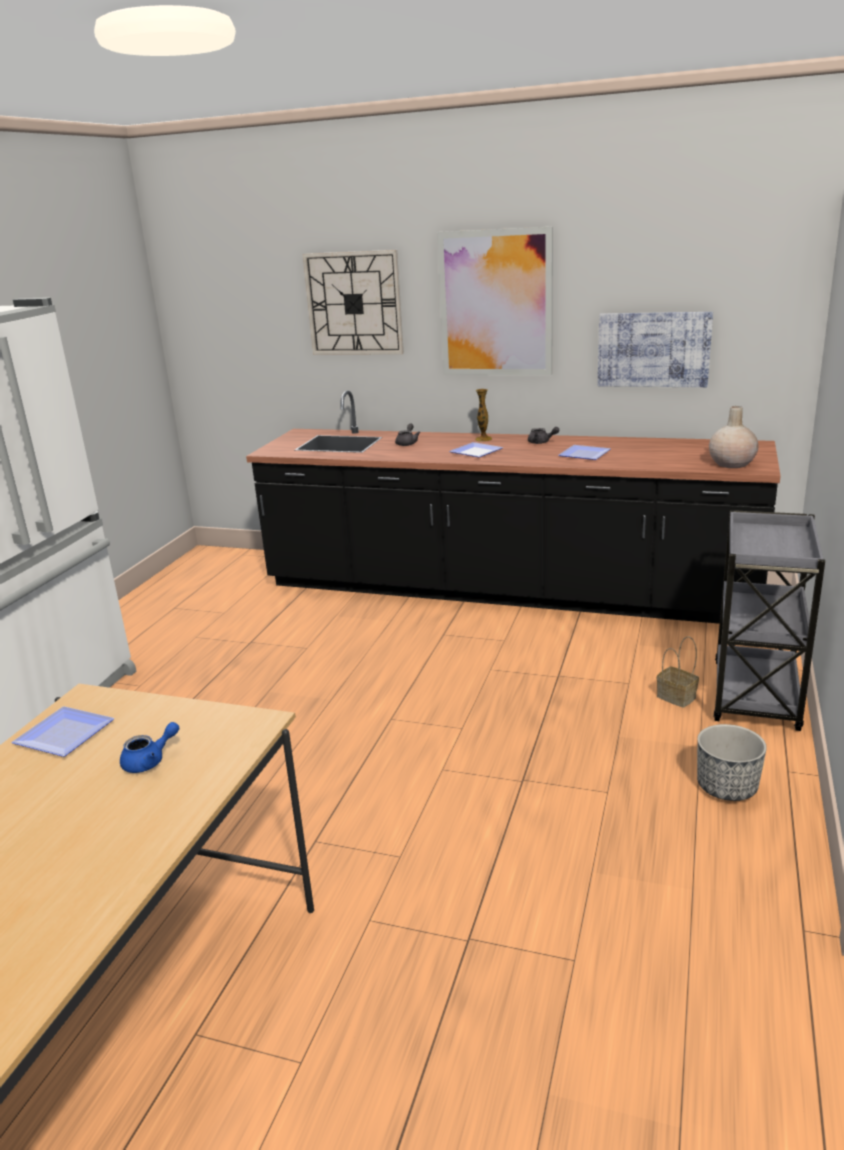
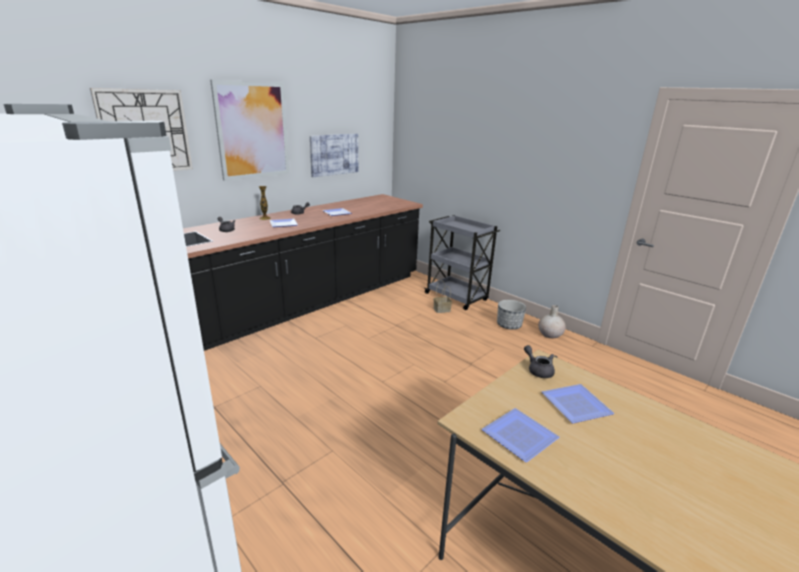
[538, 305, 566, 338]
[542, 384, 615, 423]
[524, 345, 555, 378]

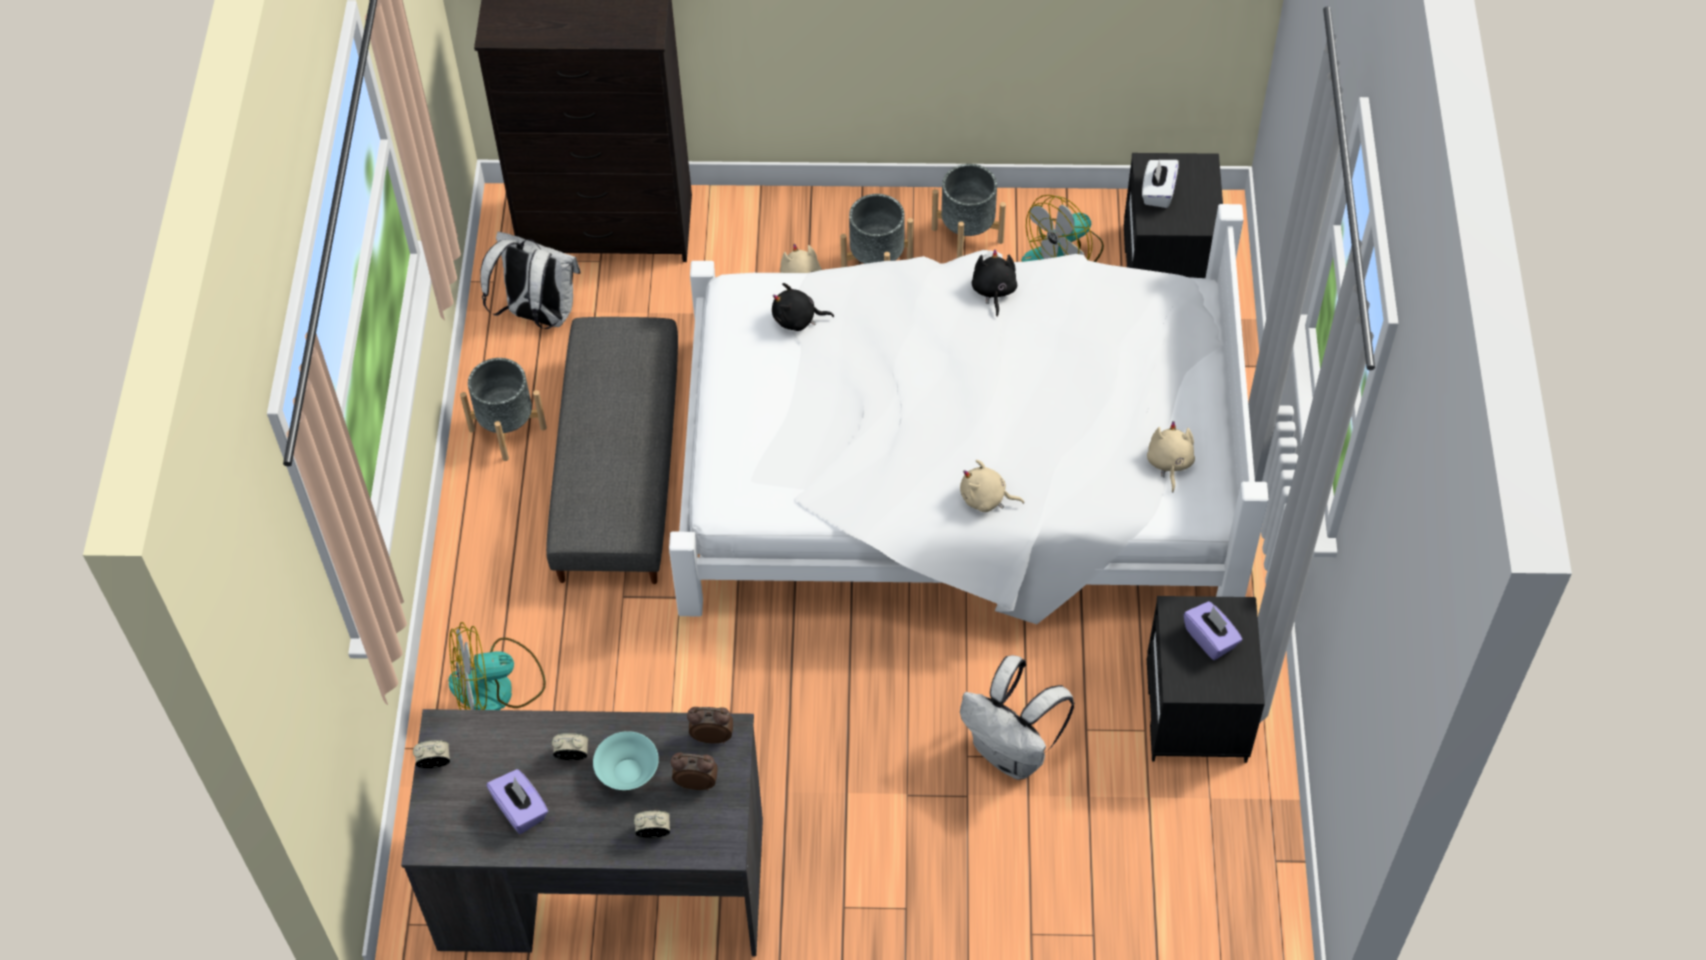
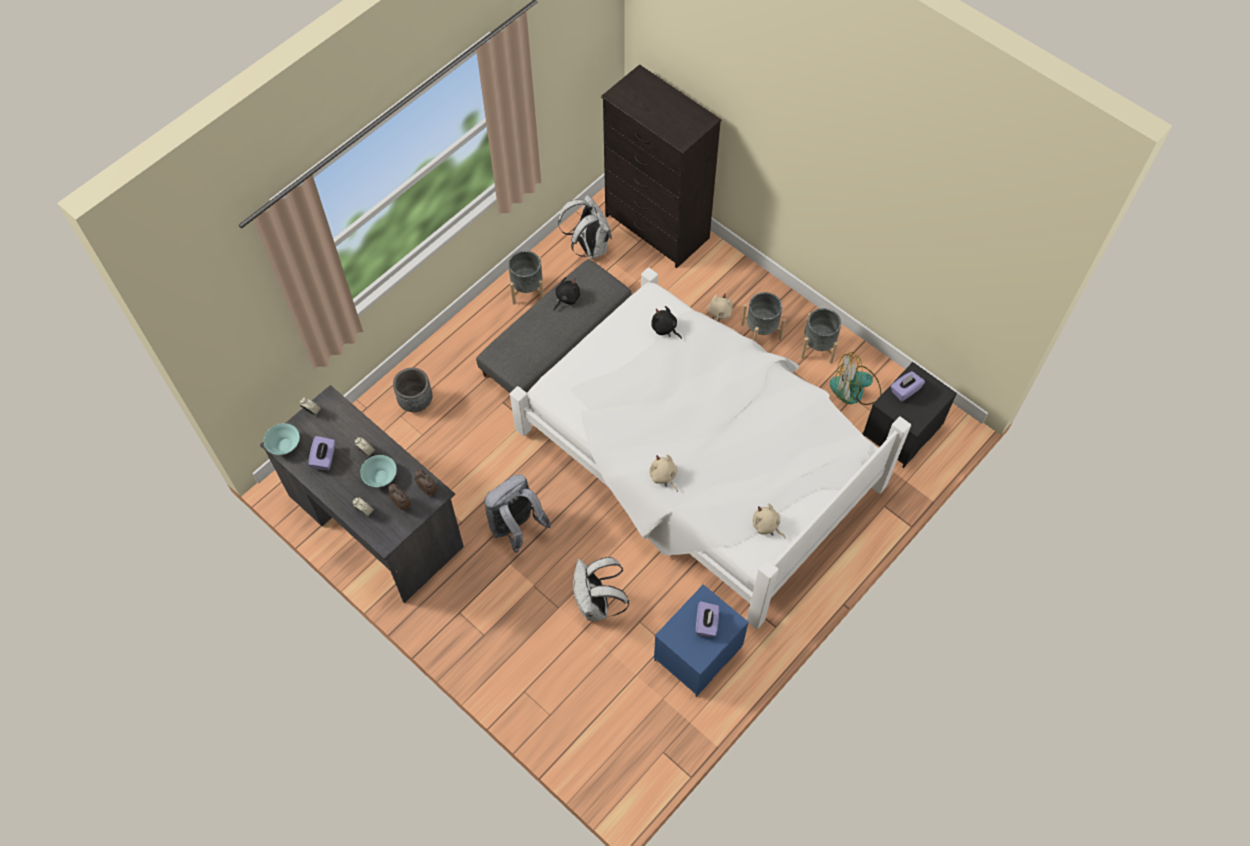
[890, 371, 925, 402]
[554, 277, 580, 310]
[753, 503, 786, 539]
[654, 584, 748, 697]
[393, 367, 432, 412]
[264, 423, 300, 455]
[484, 475, 551, 553]

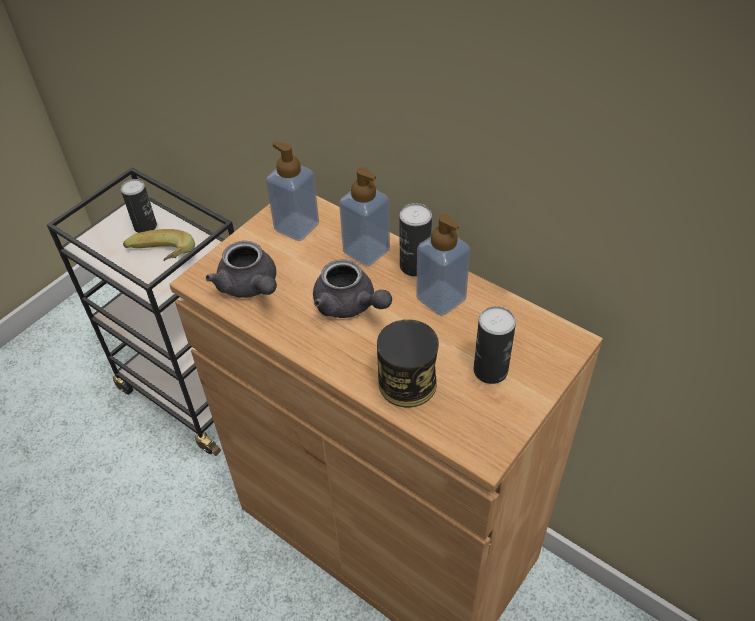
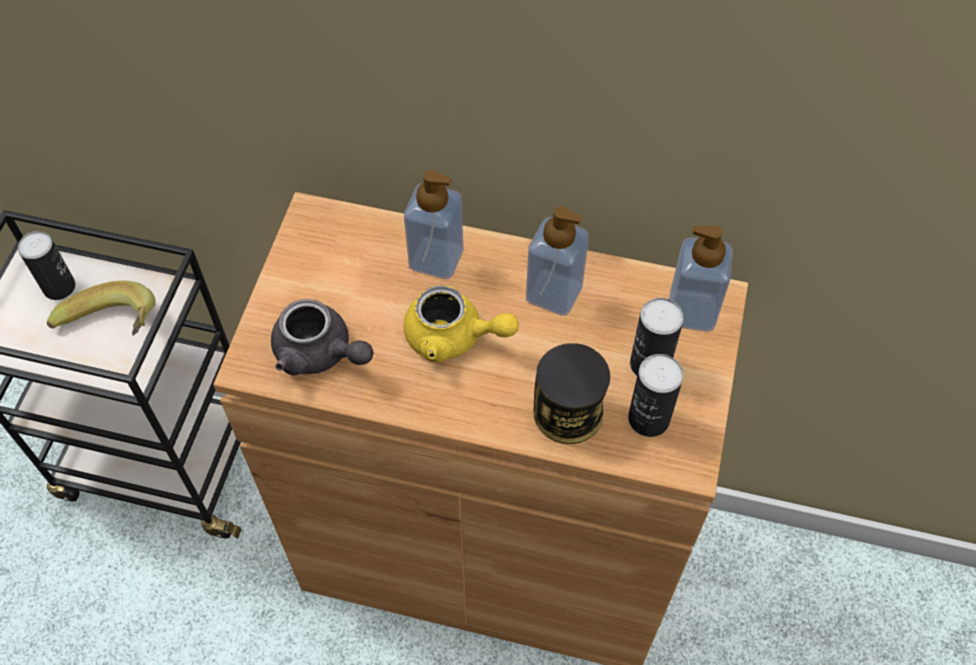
[669, 225, 733, 332]
[628, 354, 684, 437]
[404, 285, 519, 363]

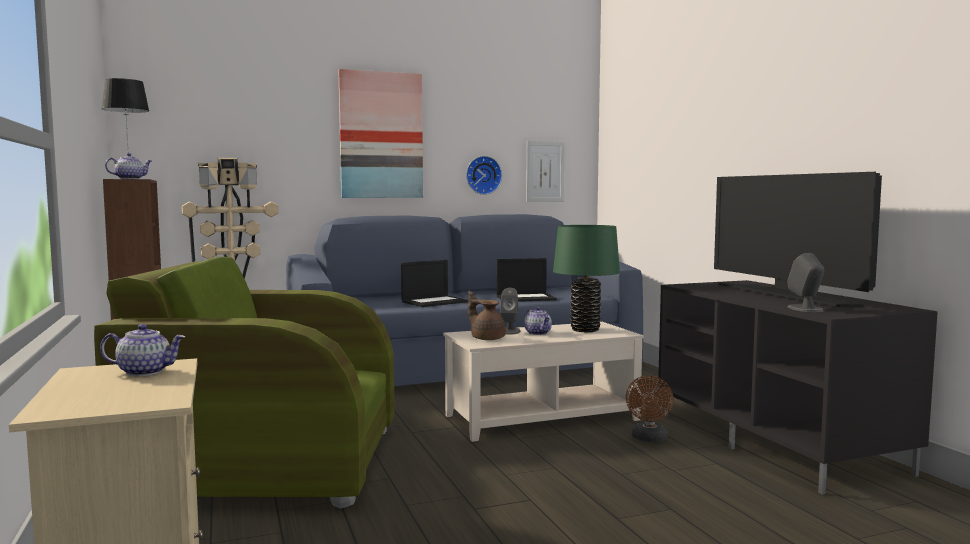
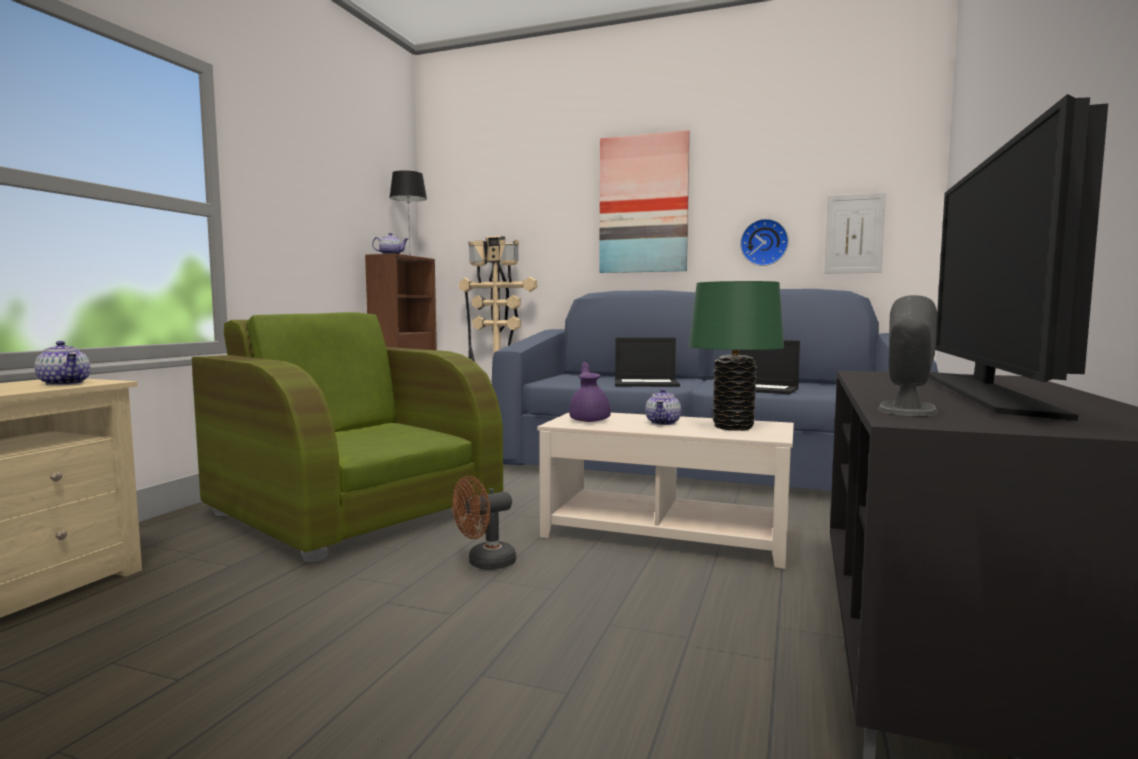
[500, 288, 520, 335] (first image)
[569, 362, 611, 422]
[452, 476, 516, 570]

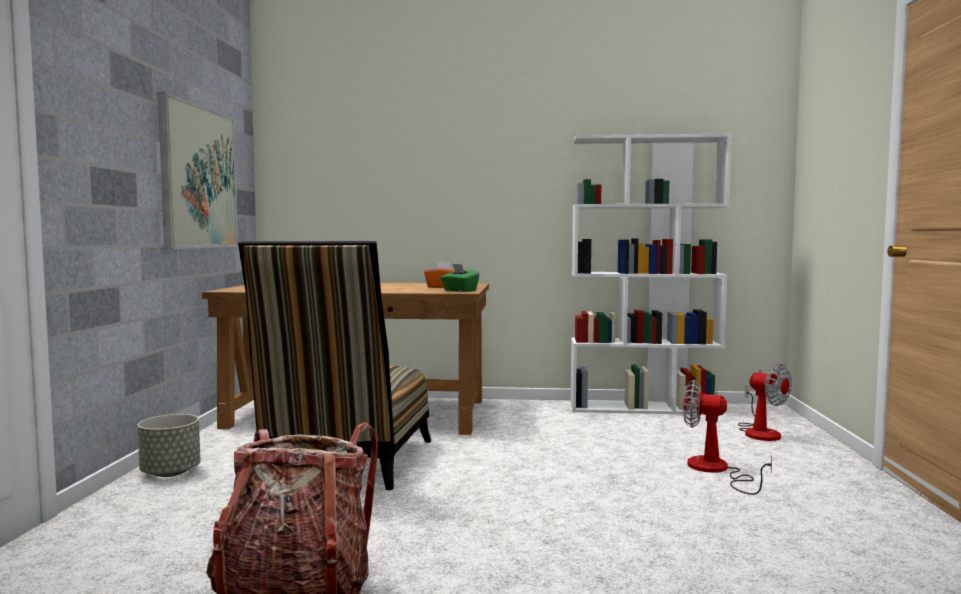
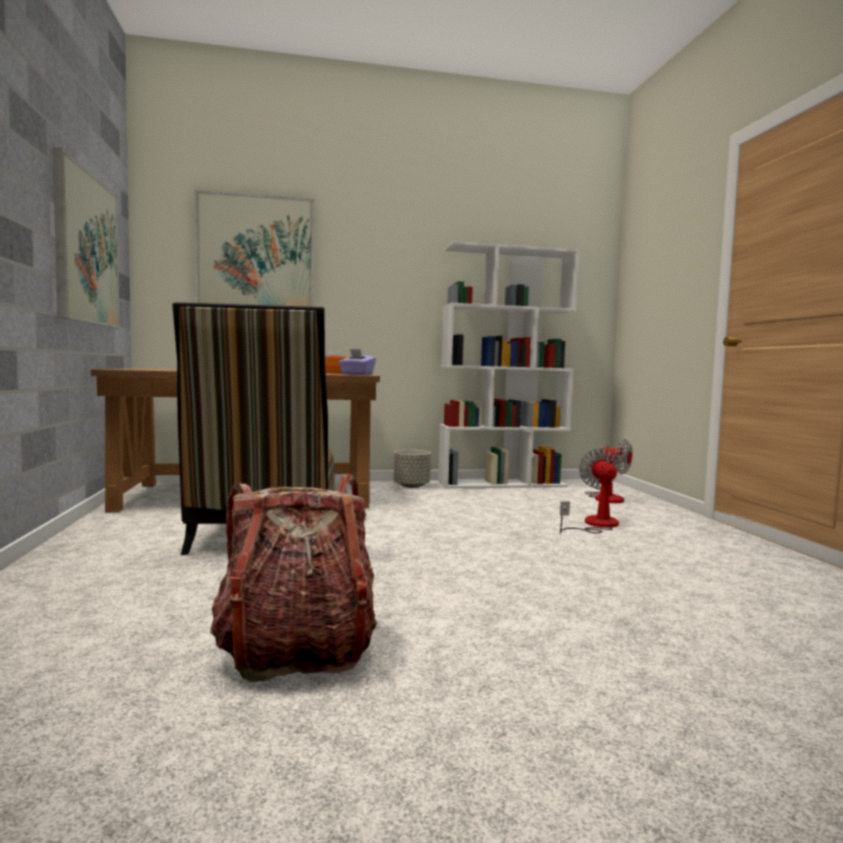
[339, 349, 376, 375]
[560, 448, 619, 533]
[394, 450, 431, 488]
[195, 190, 314, 307]

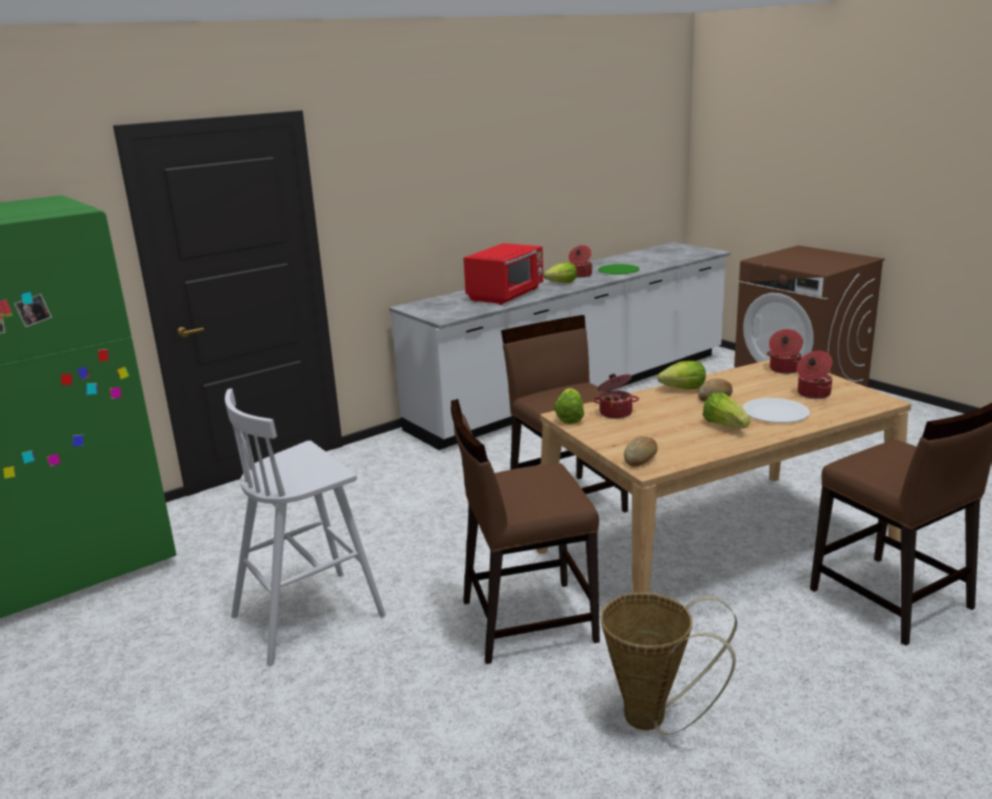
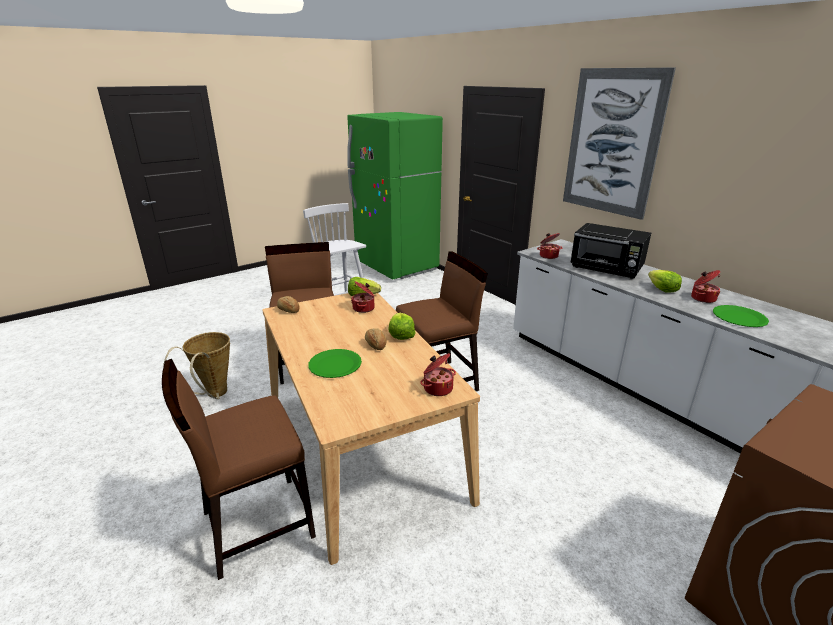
[570, 223, 651, 279]
[537, 233, 562, 259]
[703, 393, 750, 428] (first image)
[308, 349, 362, 378]
[563, 68, 676, 220]

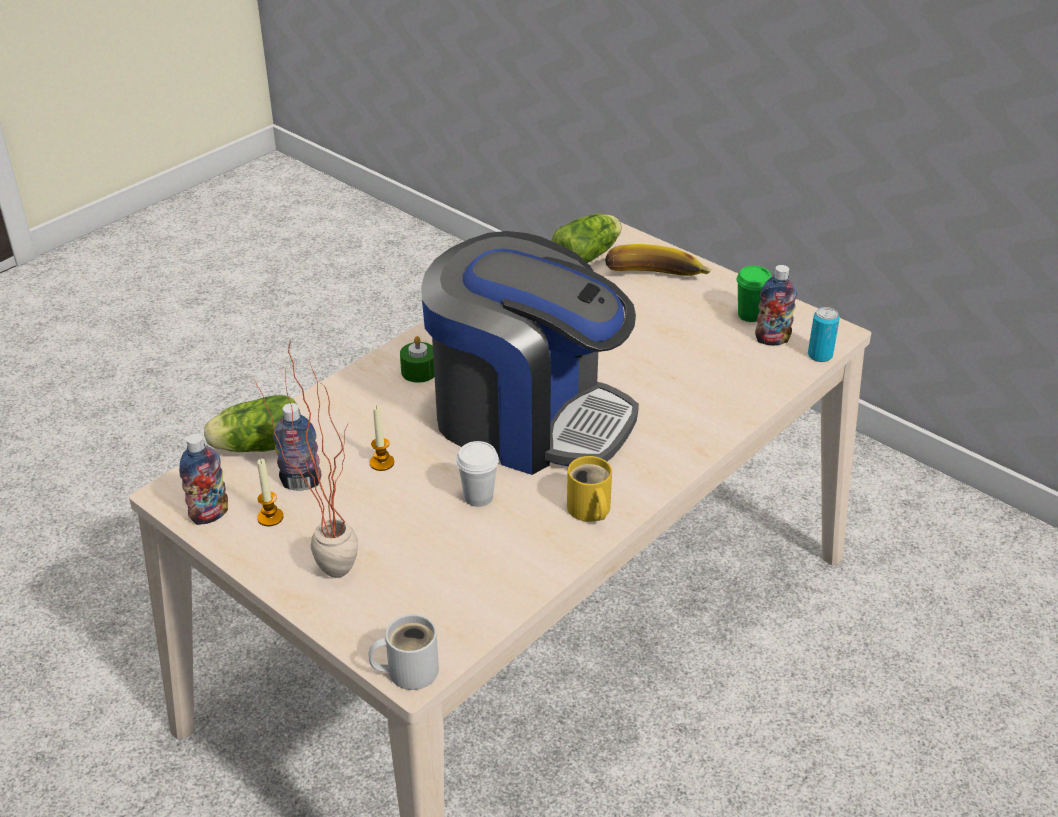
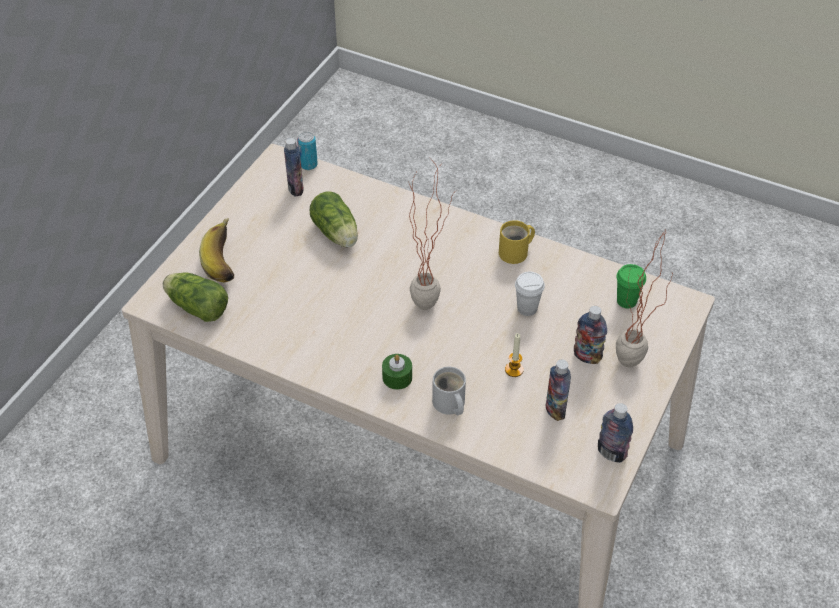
[409, 158, 457, 310]
[616, 264, 646, 308]
[310, 191, 358, 247]
[257, 459, 283, 526] (first image)
[432, 367, 466, 415]
[574, 306, 607, 364]

